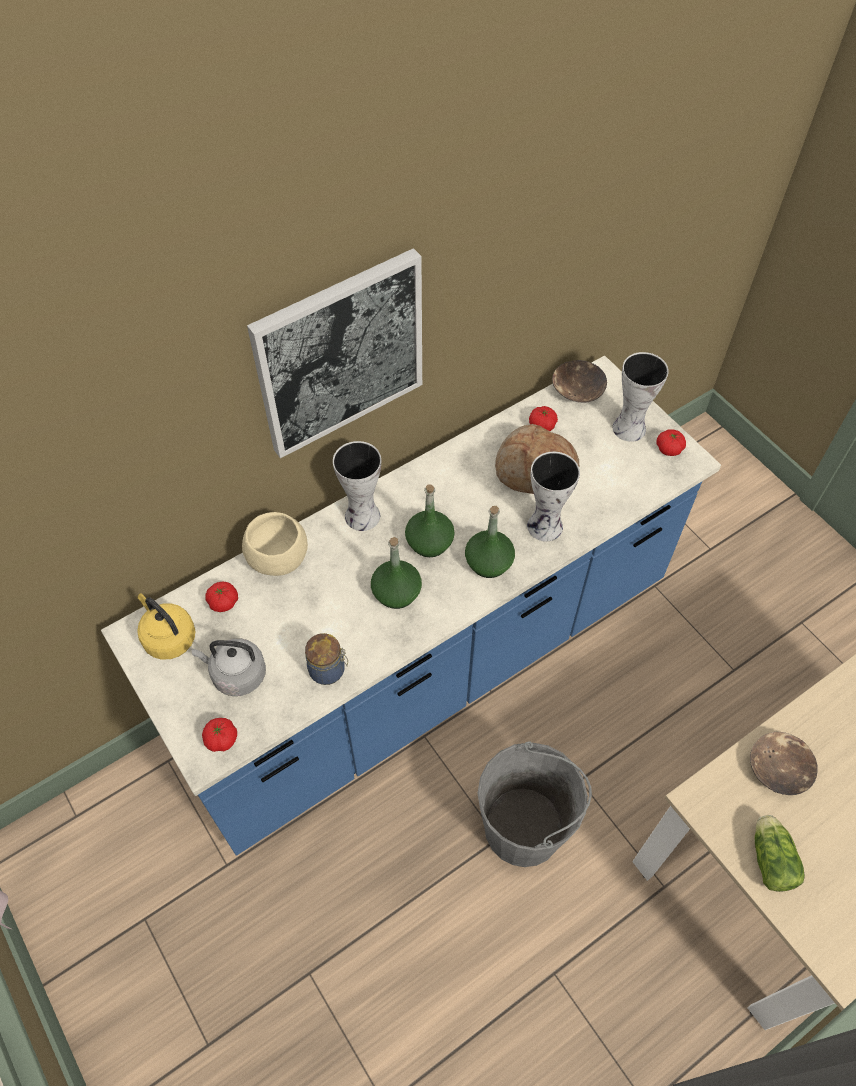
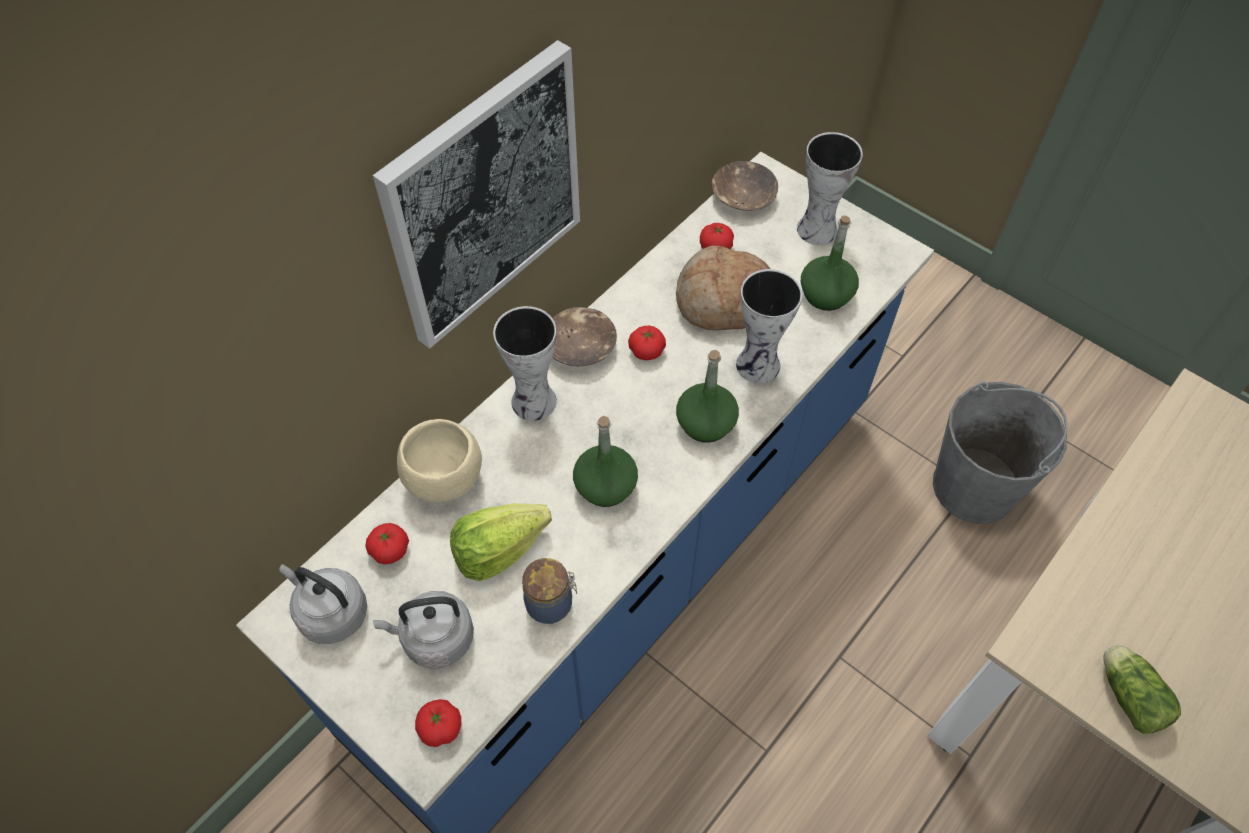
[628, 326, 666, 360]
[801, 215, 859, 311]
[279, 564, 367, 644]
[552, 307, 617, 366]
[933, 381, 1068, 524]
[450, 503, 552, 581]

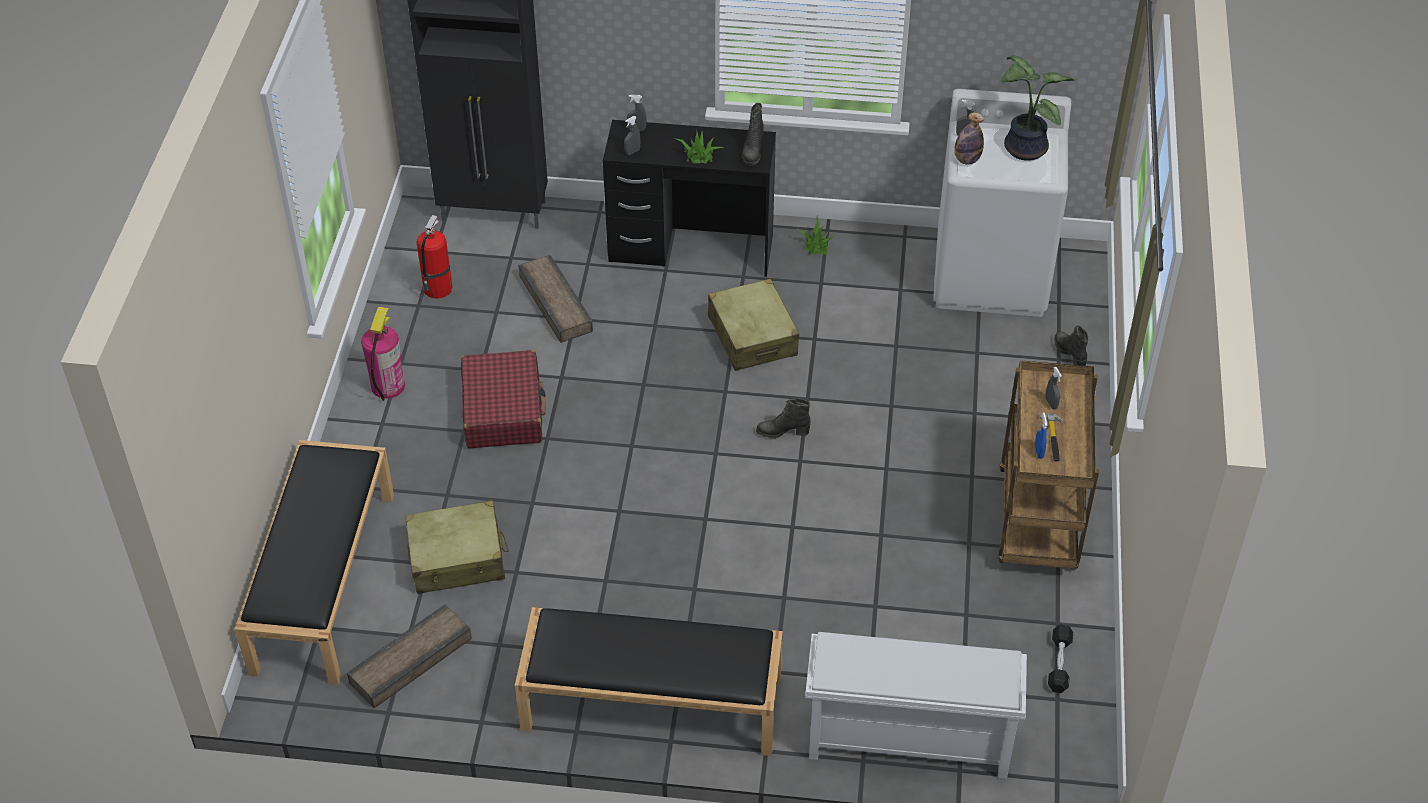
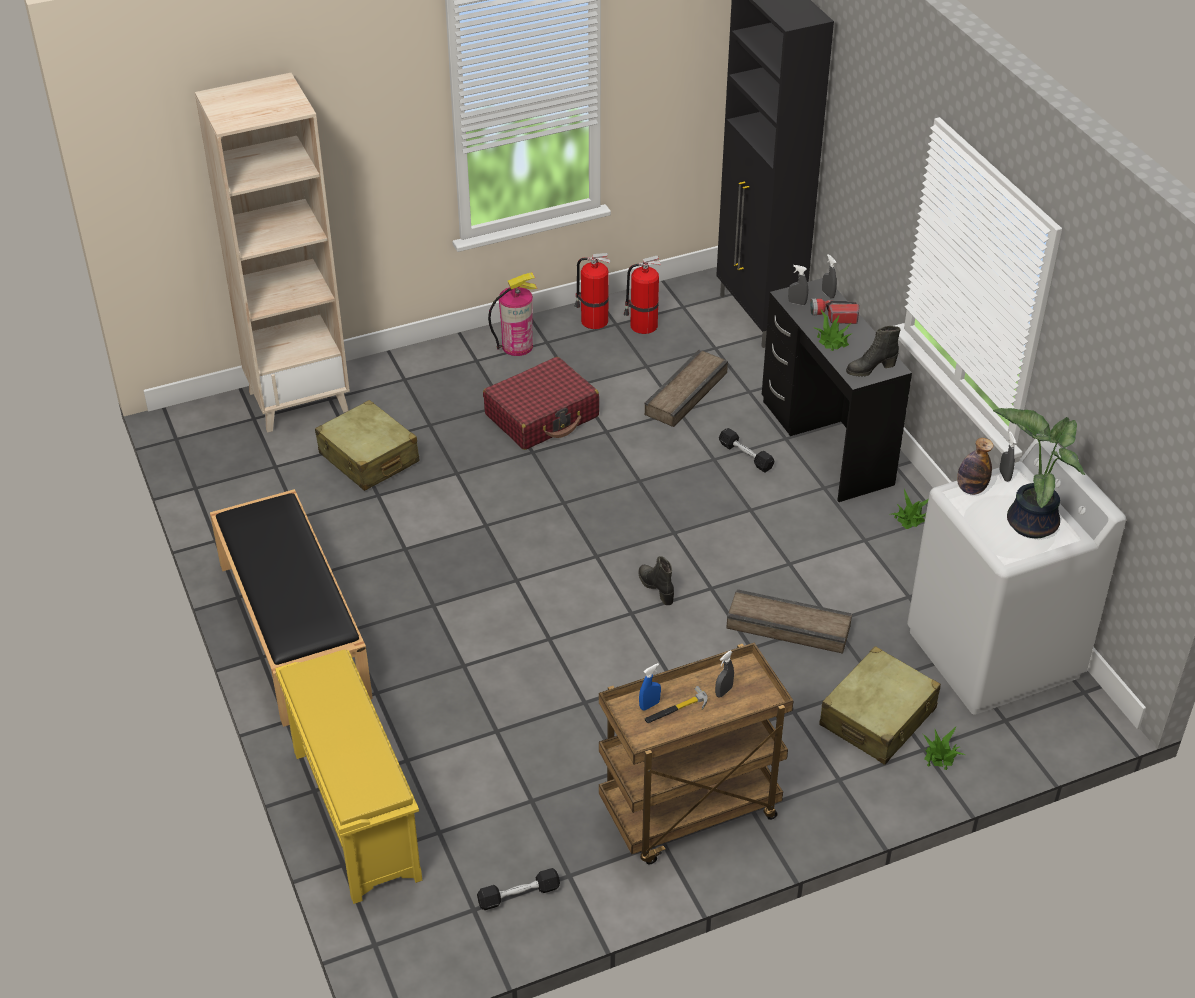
[819, 646, 941, 765]
[923, 727, 965, 770]
[195, 73, 350, 433]
[726, 589, 852, 654]
[275, 649, 422, 904]
[575, 253, 611, 329]
[810, 299, 859, 324]
[719, 428, 775, 473]

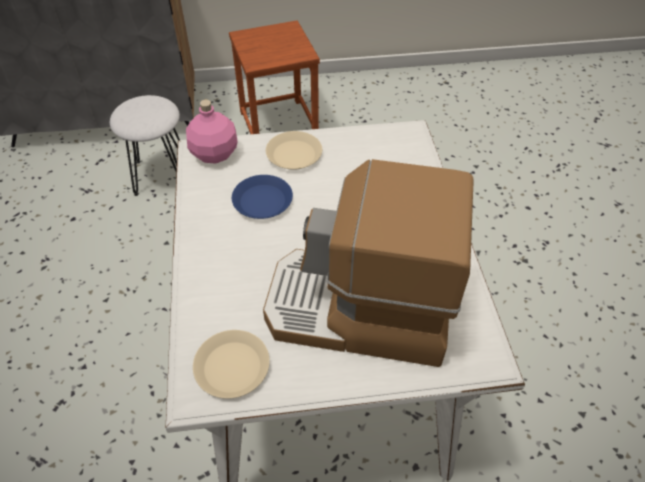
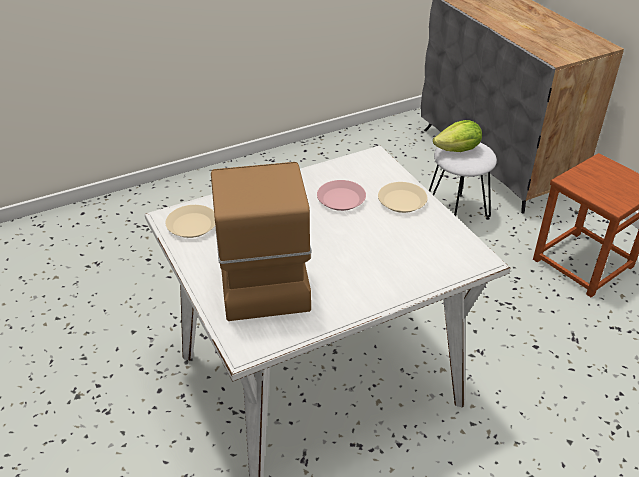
[186, 100, 238, 164] (first image)
[317, 180, 366, 211]
[433, 120, 482, 152]

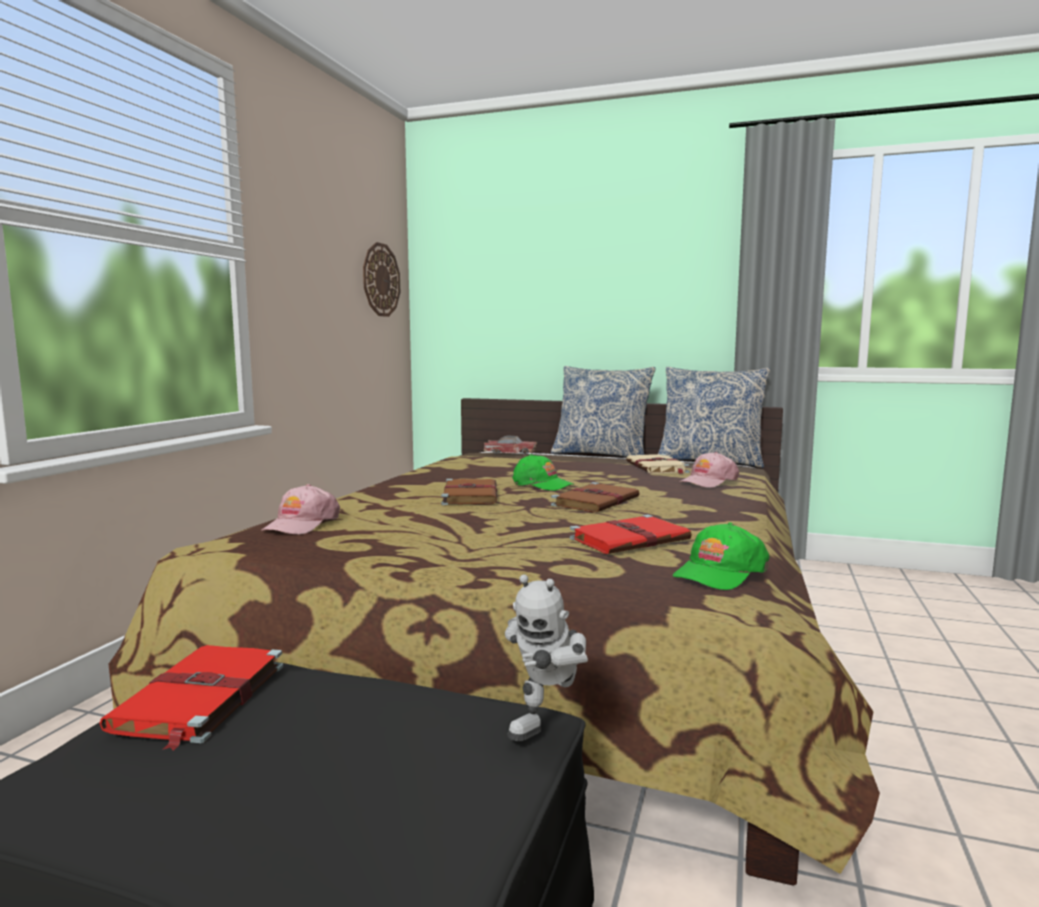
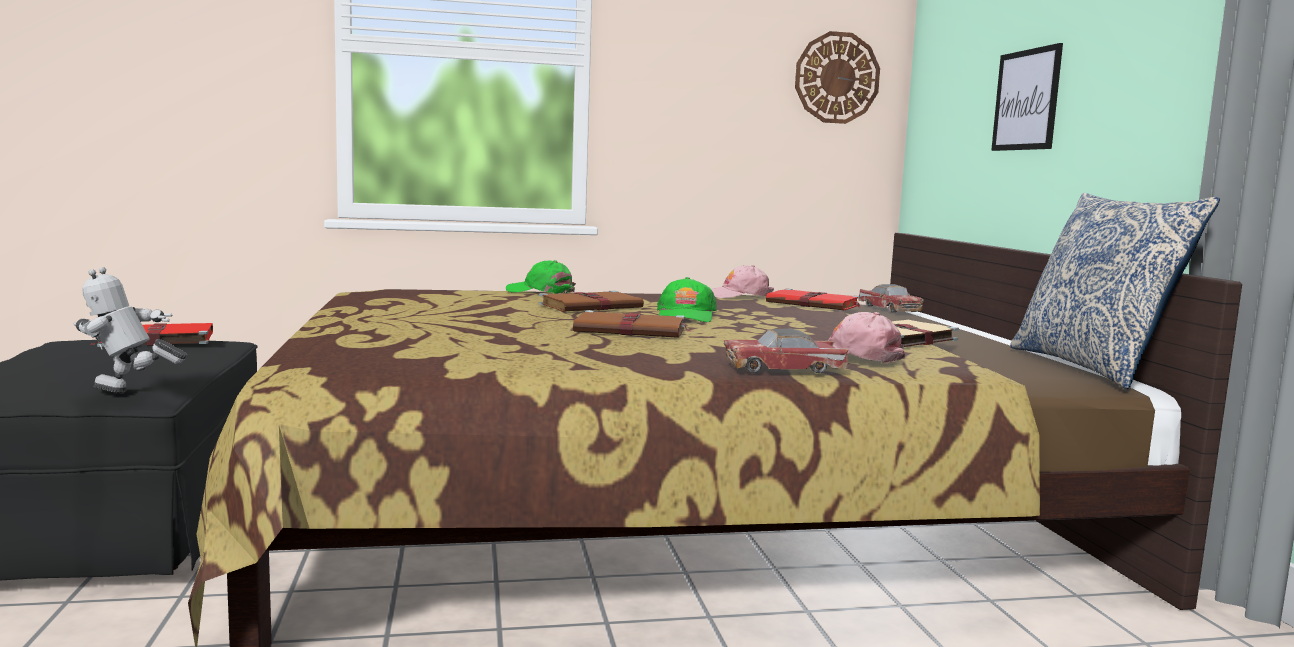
[551, 366, 656, 457] (first image)
[711, 265, 774, 298]
[766, 289, 865, 310]
[506, 260, 576, 294]
[991, 43, 1063, 151]
[724, 329, 849, 373]

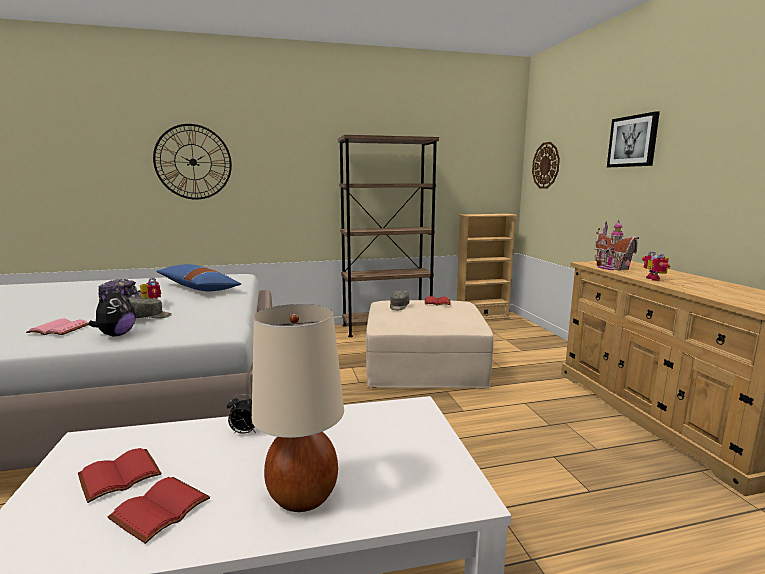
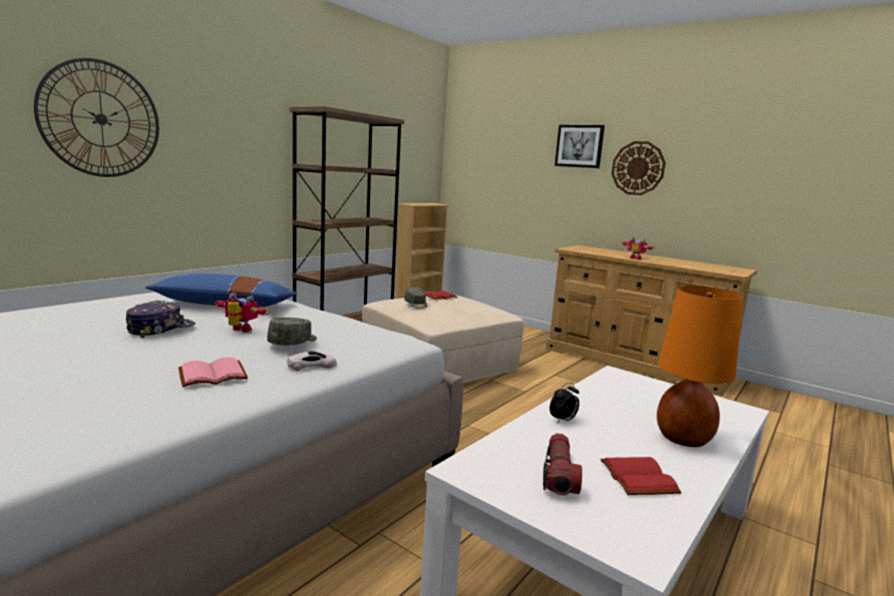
[611, 141, 666, 195]
[595, 220, 639, 271] (first image)
[287, 351, 337, 371]
[657, 286, 743, 447]
[543, 433, 582, 495]

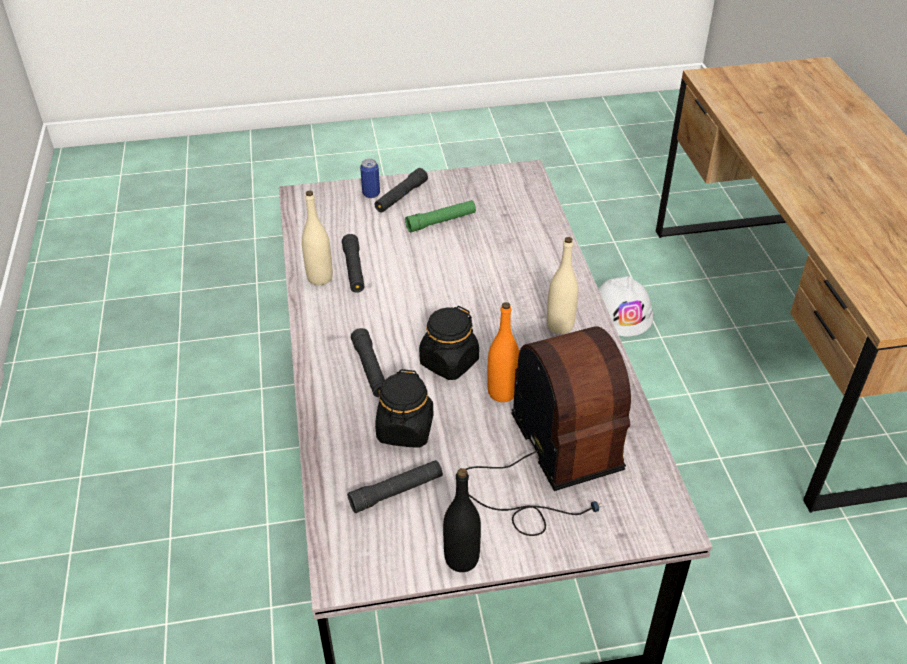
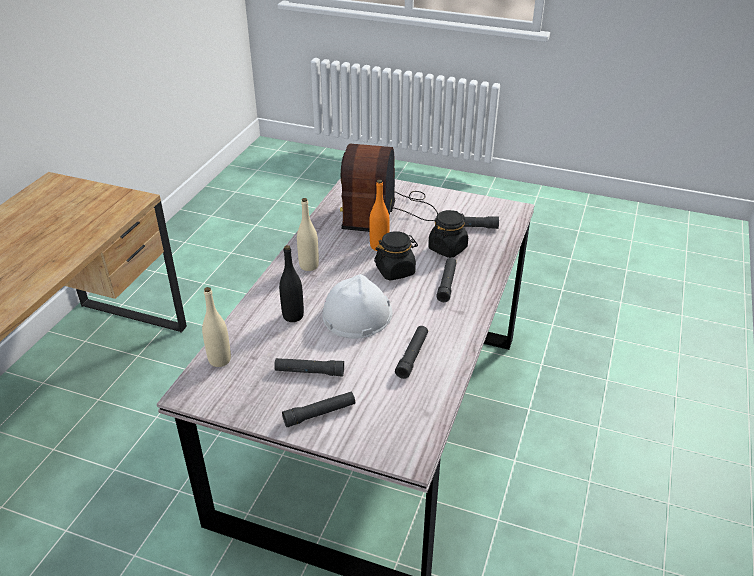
[360, 159, 380, 198] (first image)
[202, 287, 231, 367]
[274, 358, 344, 376]
[322, 274, 392, 339]
[279, 245, 304, 322]

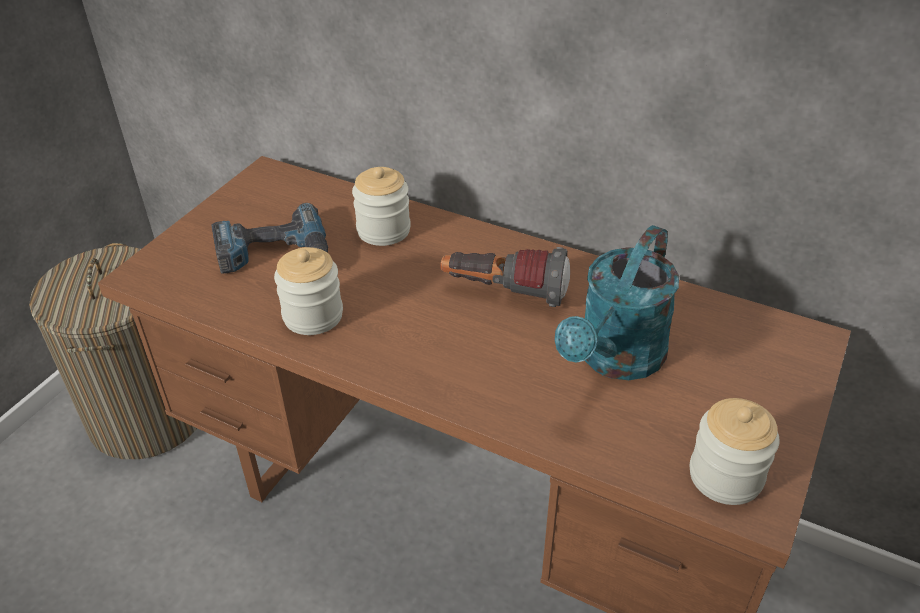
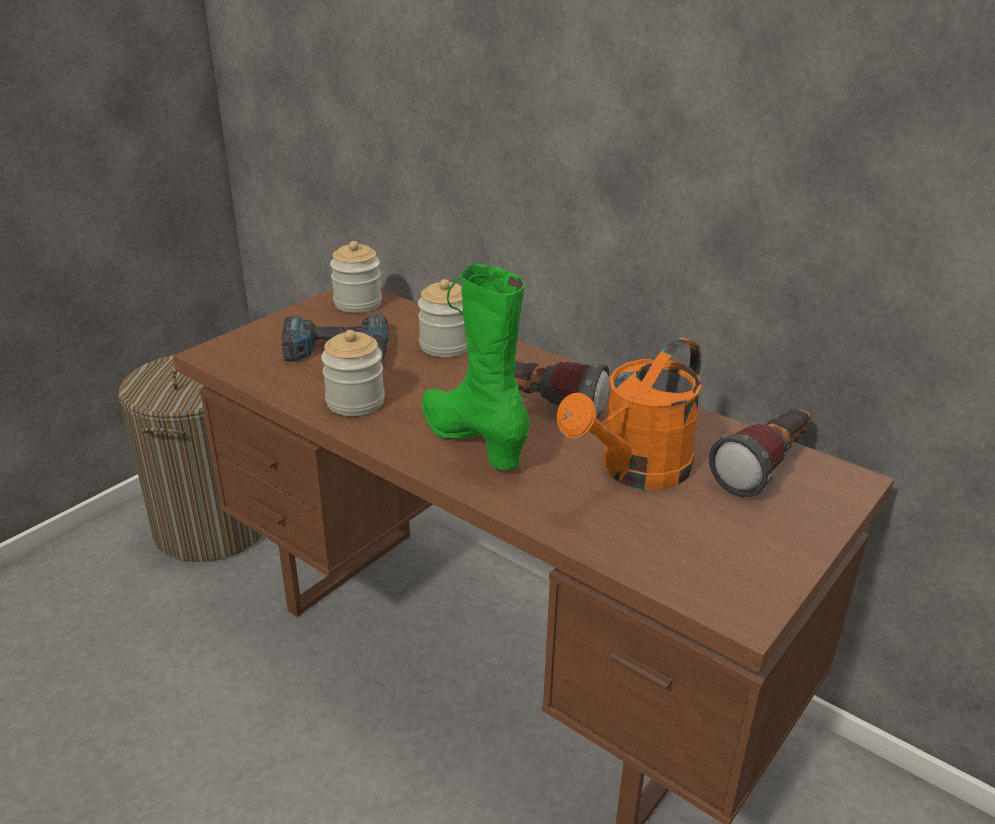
[557, 337, 702, 489]
[330, 241, 382, 313]
[422, 263, 530, 470]
[709, 409, 811, 497]

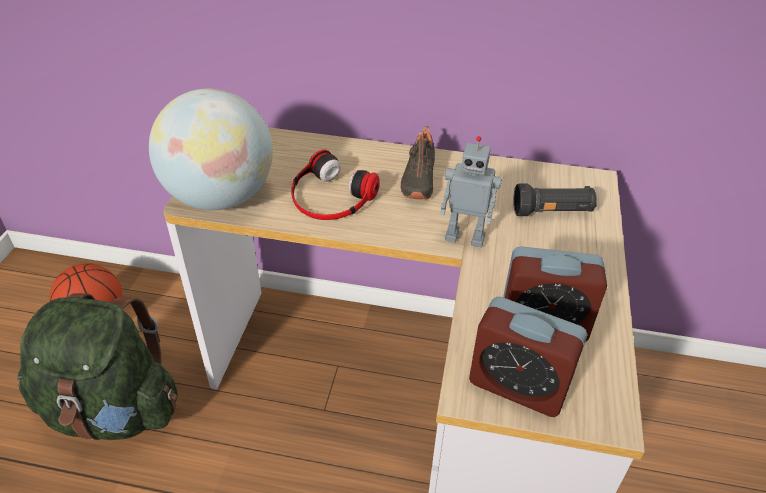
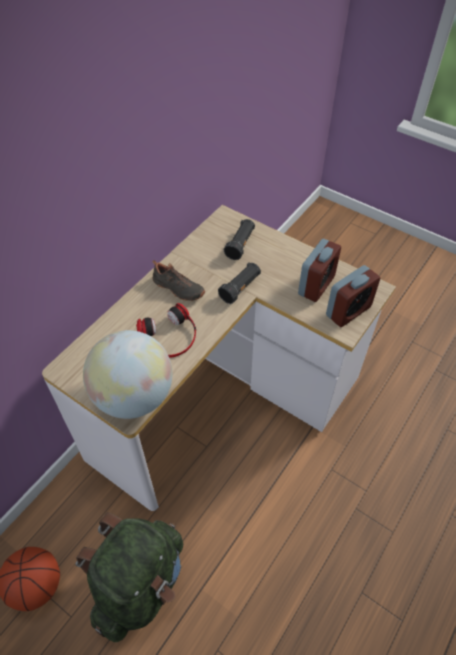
[218, 262, 261, 304]

